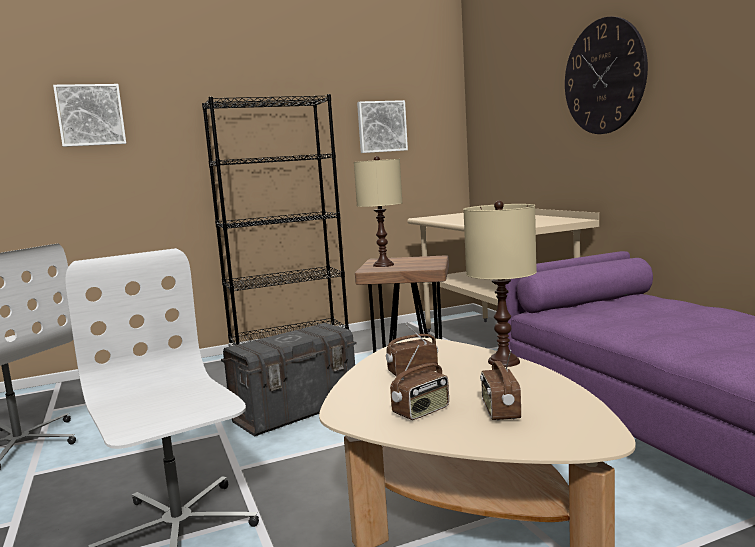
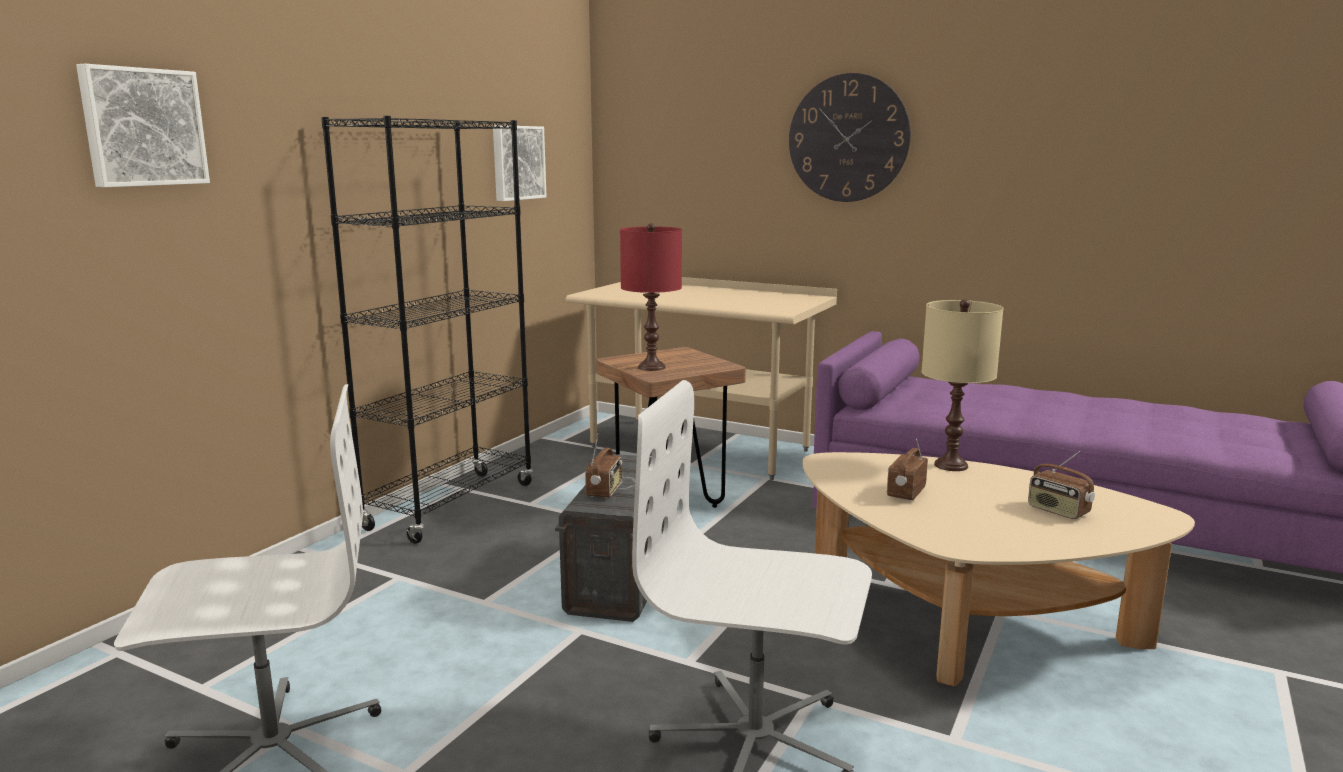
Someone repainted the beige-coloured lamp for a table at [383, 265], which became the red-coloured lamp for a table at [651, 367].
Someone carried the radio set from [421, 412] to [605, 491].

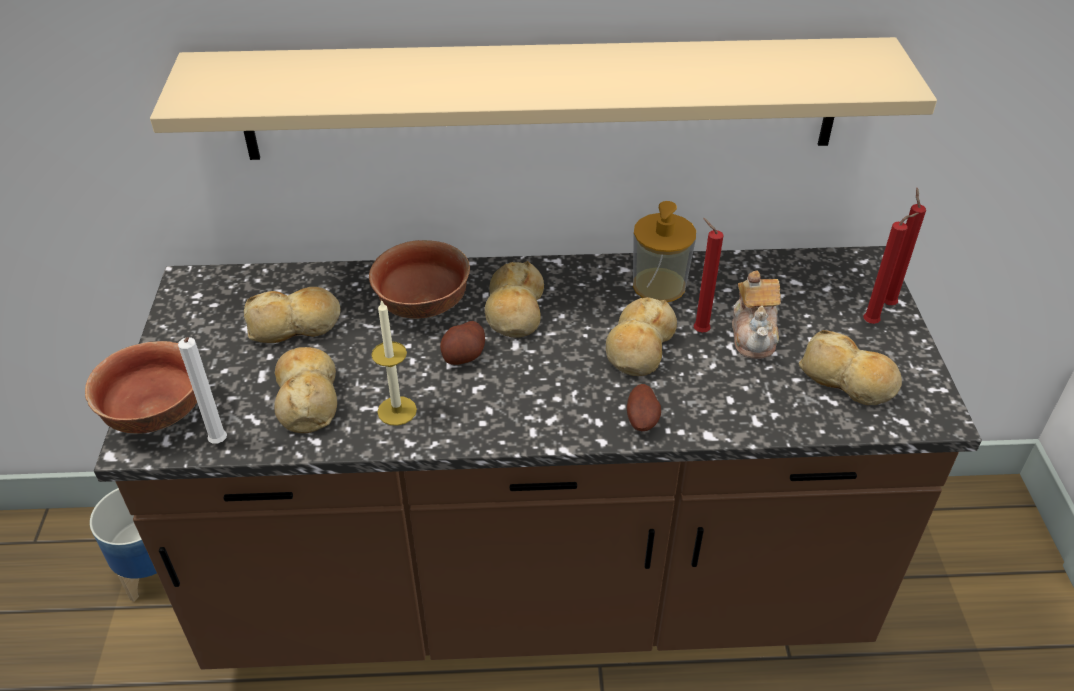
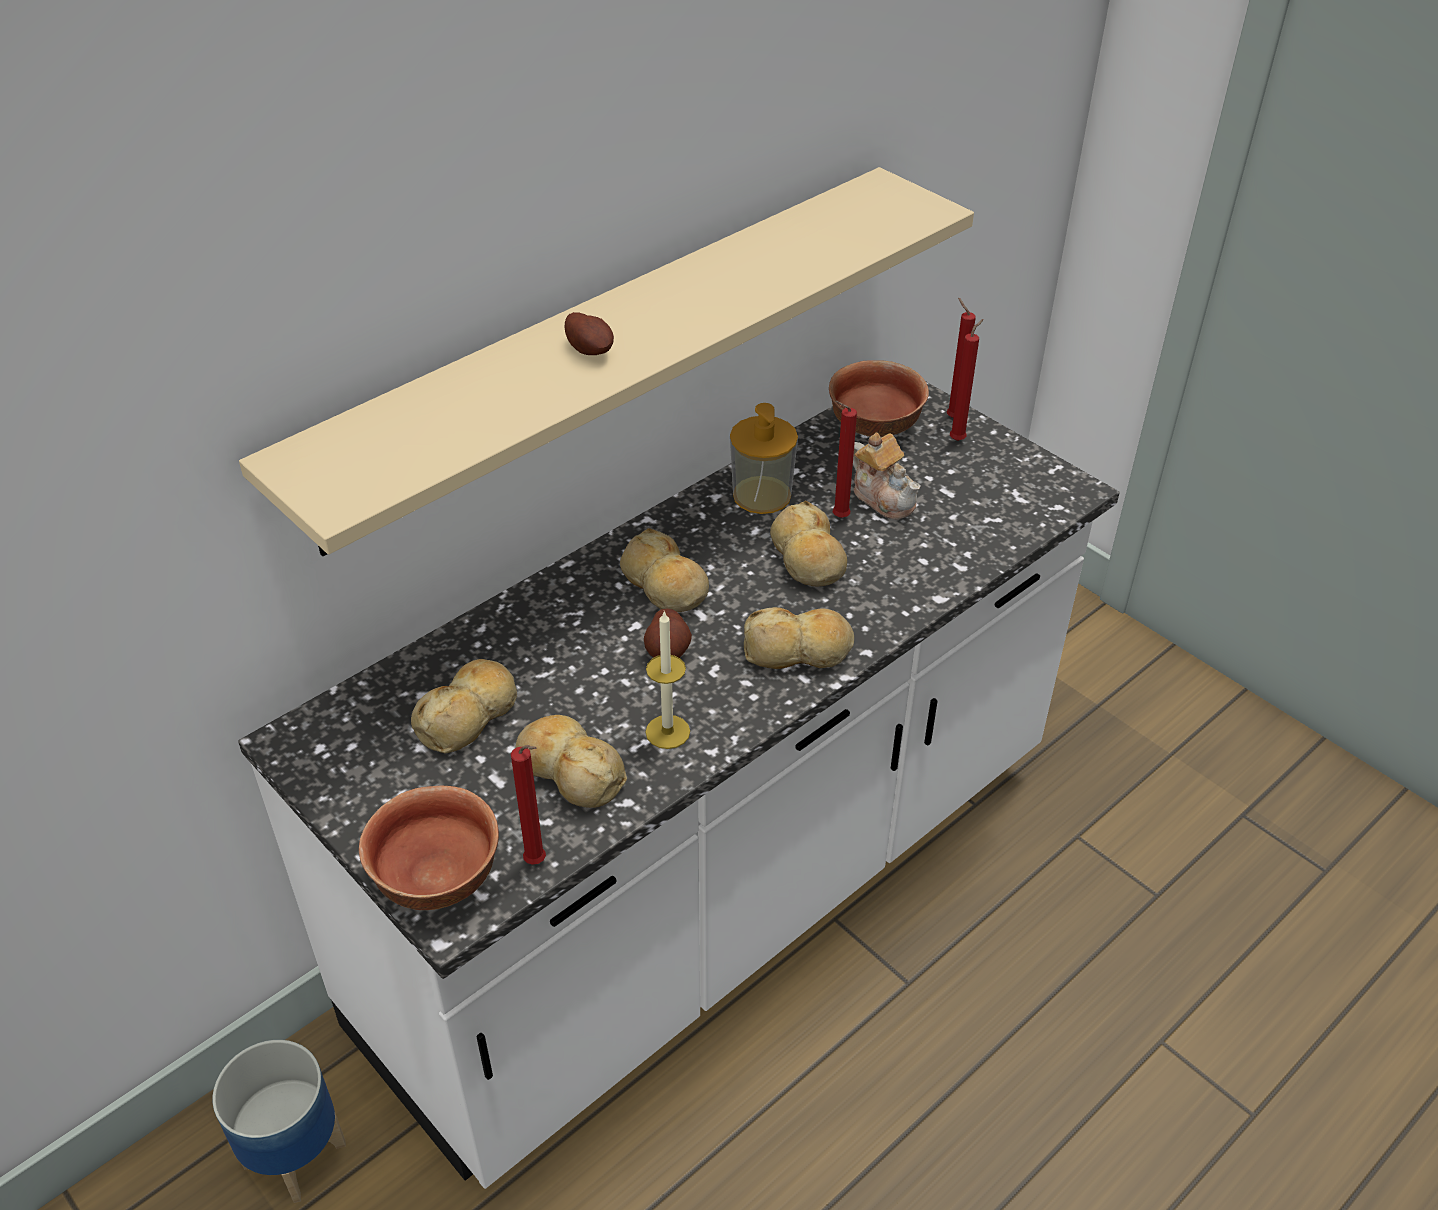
Someone carried the bowl from [424, 307] to [876, 428].
Someone repainted the brownish kitchen base unit at [537, 590], which became the whitish kitchen base unit at [717, 893].
Someone carried the bread from [848, 380] to [798, 651].
Someone repainted the whitish wax candle at [219, 444], which became the red-coloured wax candle at [538, 863].
Someone carried the potato from [642, 419] to [590, 349].

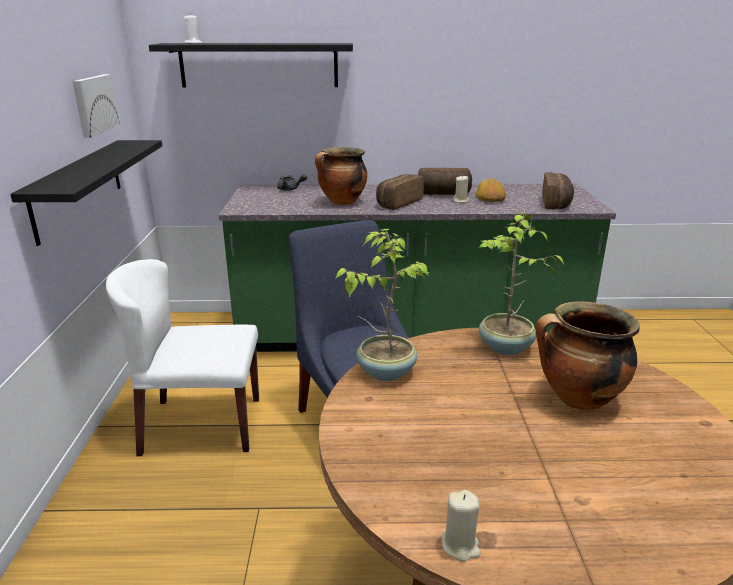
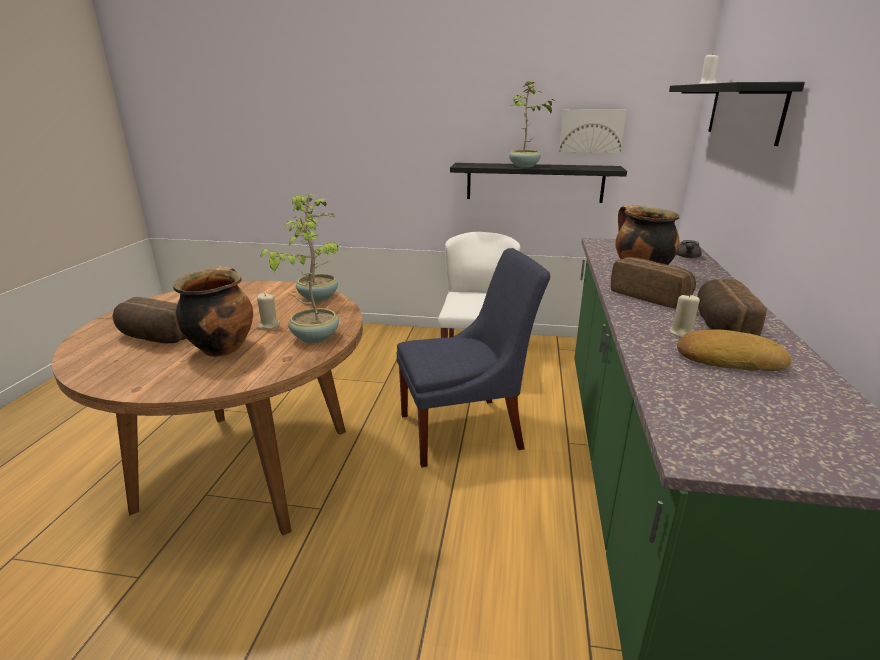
Someone carried the bread from [557, 203] to [153, 338].
Someone carried the beige-coloured wax candle from [460, 545] to [269, 325].
Someone put down the houseplant at [524, 166].

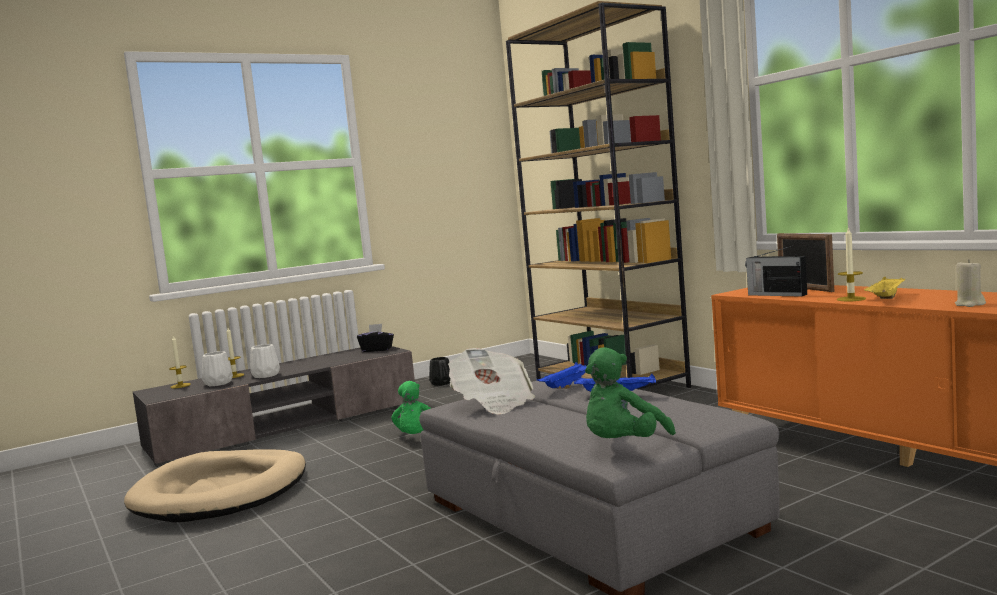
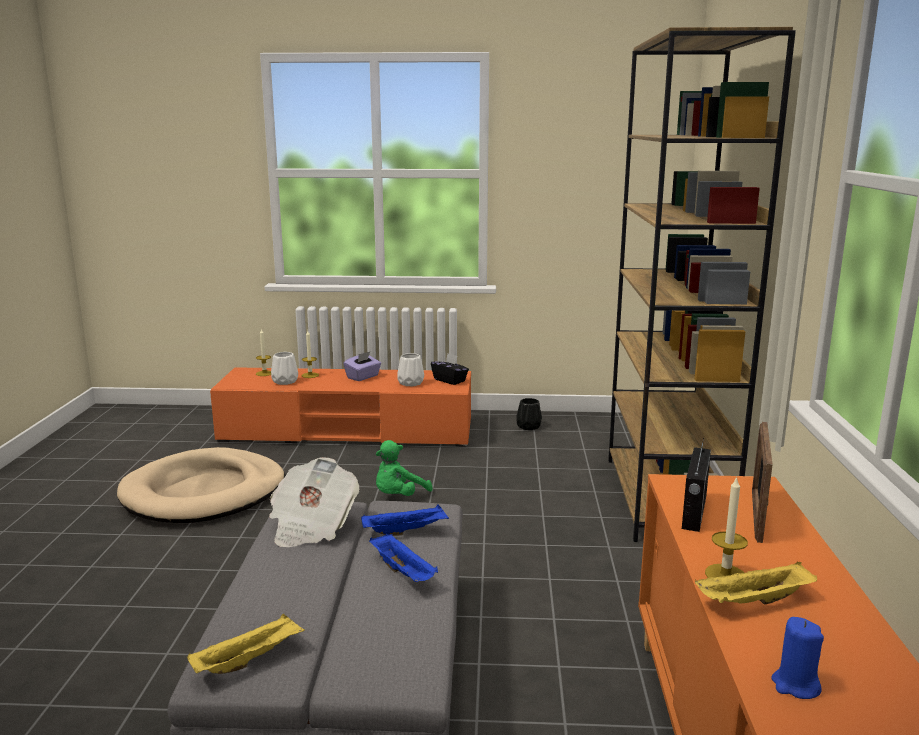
Someone rotated the radio set at [776, 294] by 150 degrees counterclockwise.
Someone repainted the beige-coloured wax candle at [969, 304], which became the blue wax candle at [795, 685].
Someone carried the whitish decorative vase from [265, 375] to [410, 383].
Someone repainted the gray tv stand at [285, 425], which became the orange tv stand at [347, 431].
Someone swapped the greenish cuddly toy at [623, 446] for the yellow-coloured serving tray at [249, 659].
Someone put down the purplish tissue box at [363, 377].

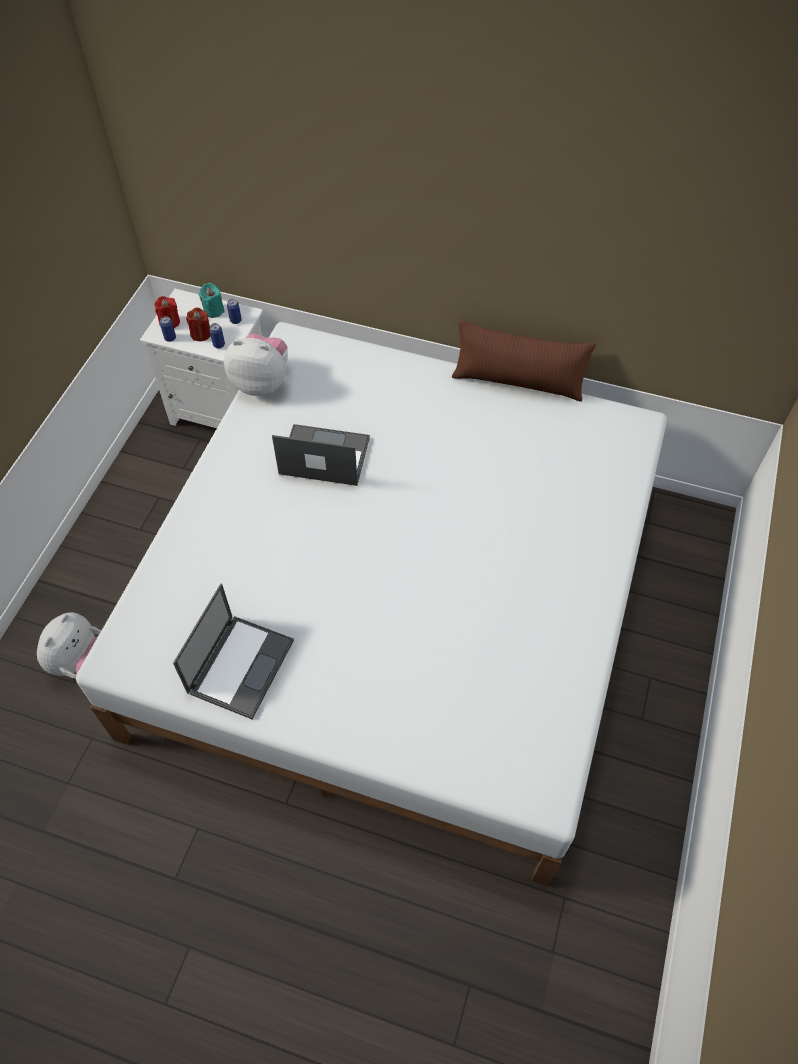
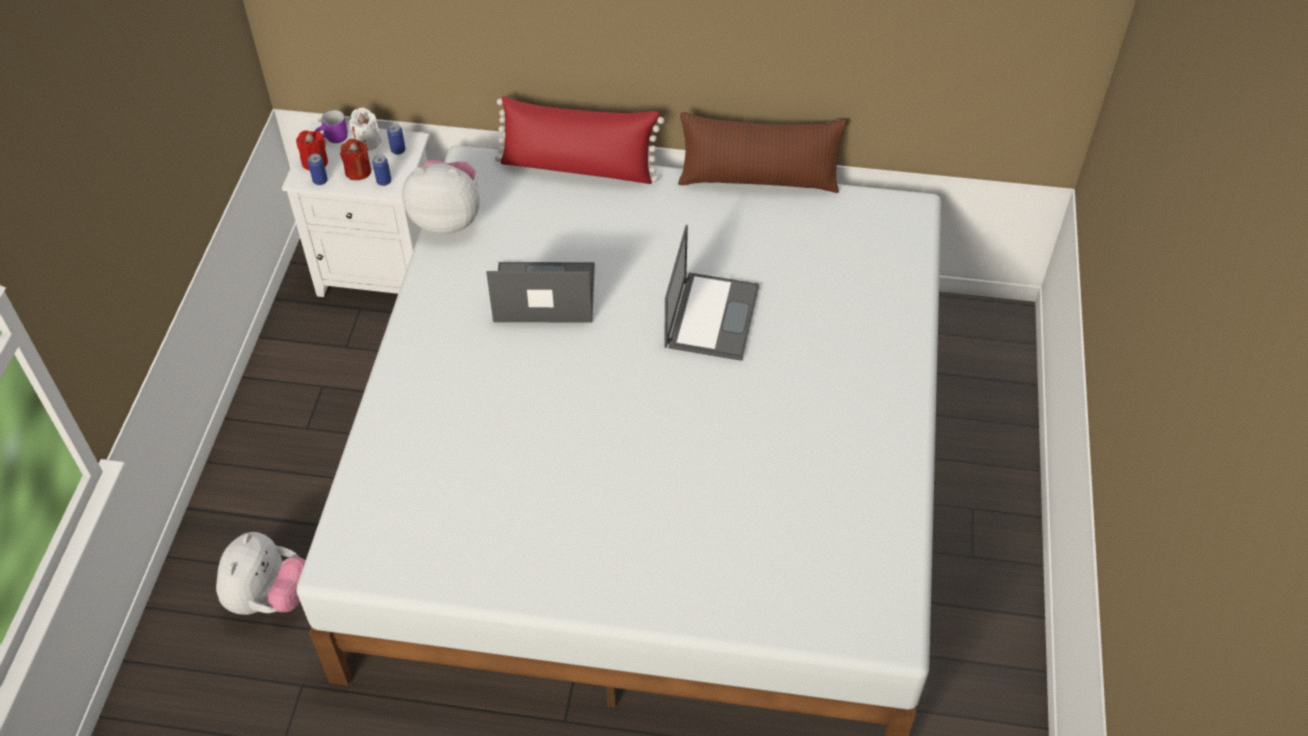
Someone repainted the turquoise-coloured wax candle at [213, 310], which became the whitish wax candle at [367, 142].
Someone carried the laptop from [241, 665] to [711, 315].
Someone put down the red-coloured throw pillow at [578, 167].
Someone put down the purplish mug at [334, 139].

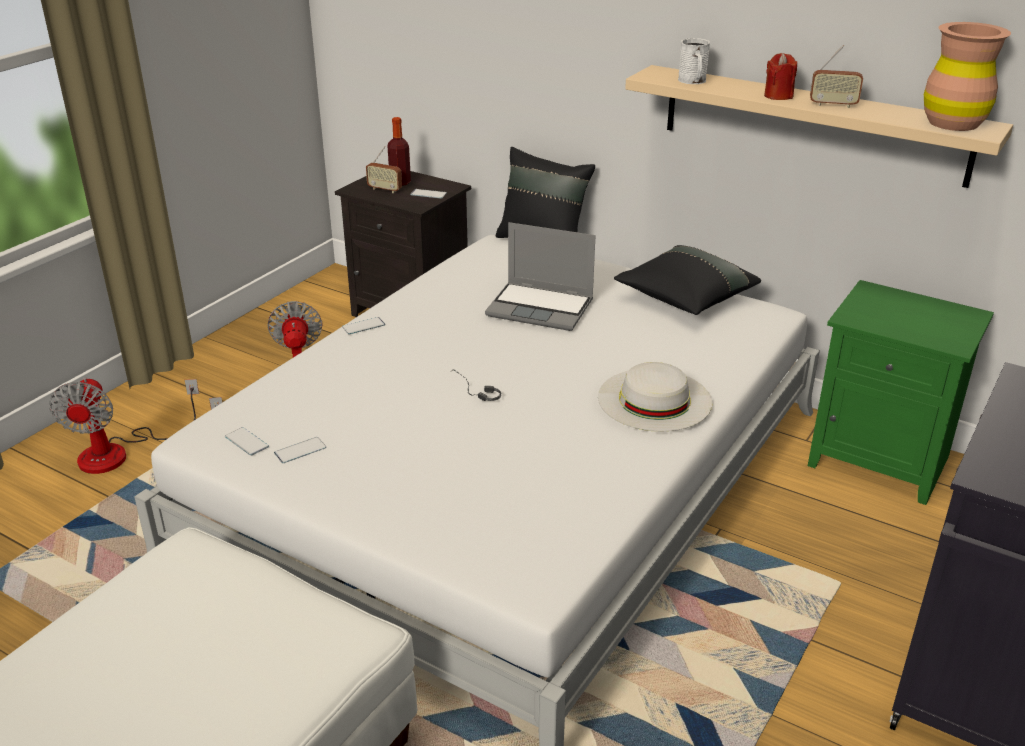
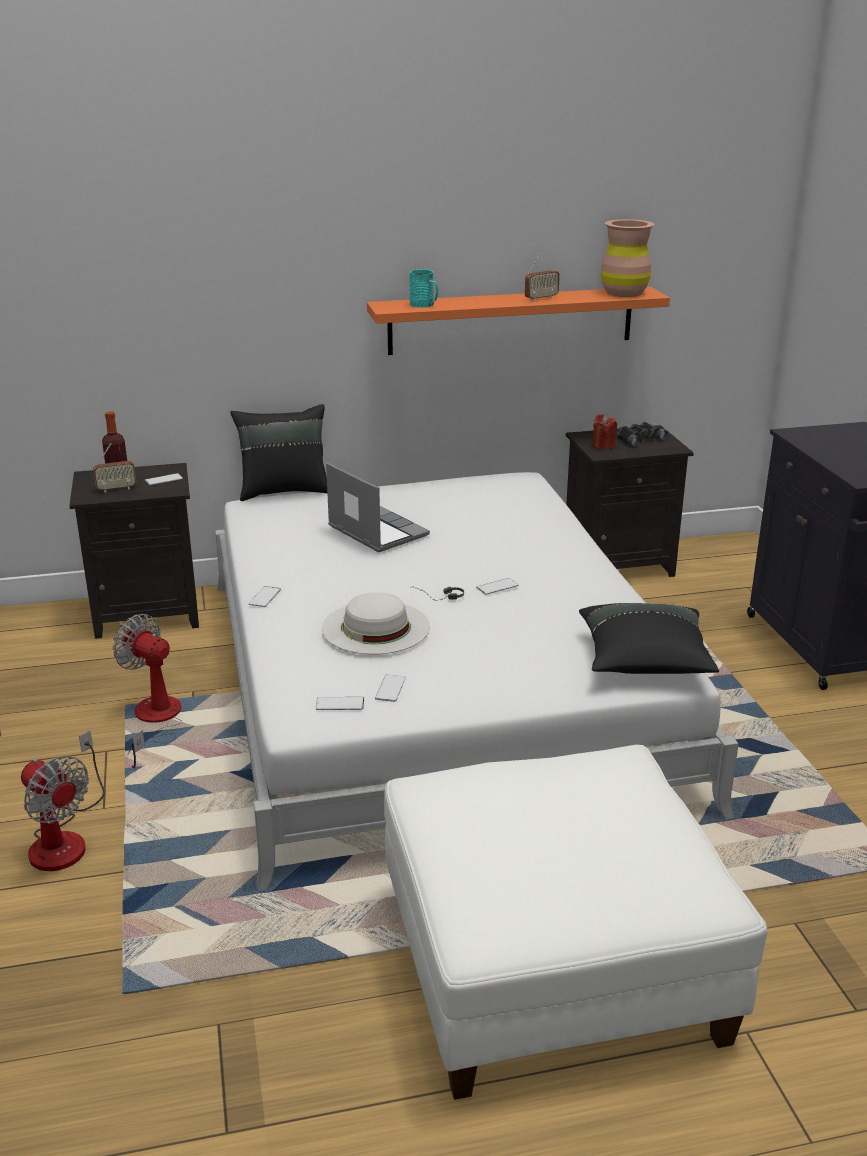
Someone repainted the whitish mug at [693, 81], which became the turquoise-coloured mug at [424, 305].
Someone carried the red-coloured wax candle from [778, 96] to [603, 445].
Someone repainted the beige-coloured wall shelf at [813, 124], which became the orange wall shelf at [511, 320].
Someone rotated the laptop at [541, 308] by 105 degrees counterclockwise.
Someone carried the black-coloured throw pillow from [684, 299] to [644, 662].
Someone repainted the greenish nightstand at [881, 460], which became the black-coloured nightstand at [619, 564].
Someone carried the whitish wearable hat from [654, 399] to [375, 627].
Someone put down the black-coloured binoculars at [638, 438].
Someone put down the phone at [497, 586].

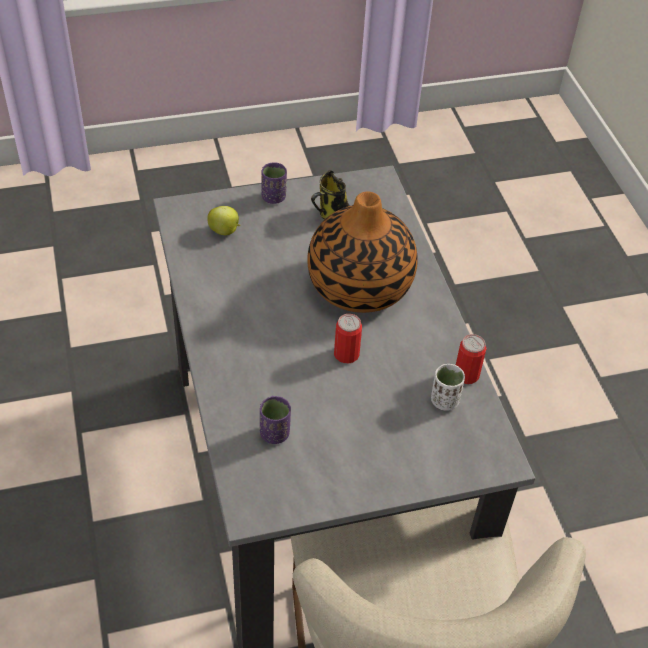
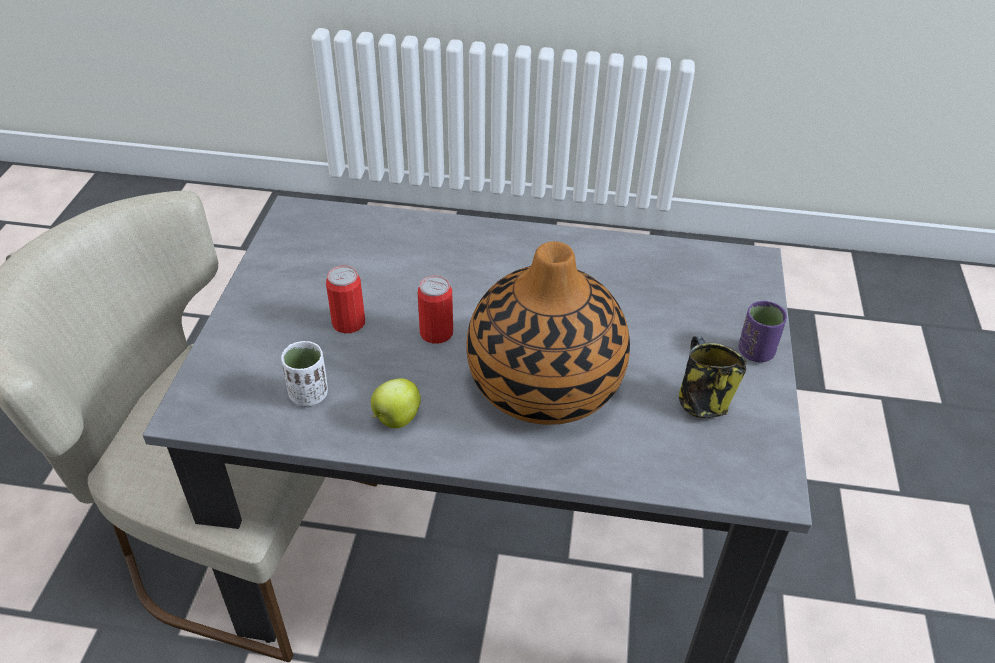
Someone carried the apple from [225, 231] to [396, 419].
Someone carried the sealed can from [466, 374] to [348, 323].
Someone took away the purplish cup at [274, 433].

